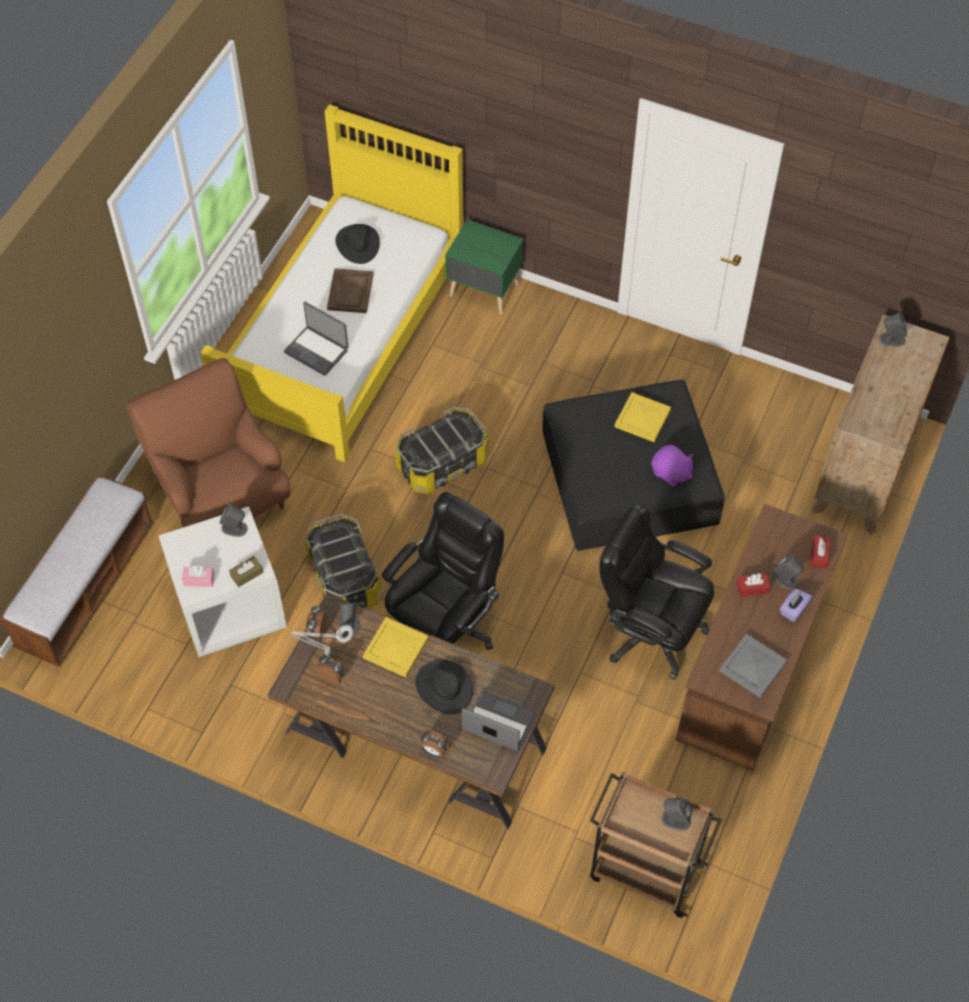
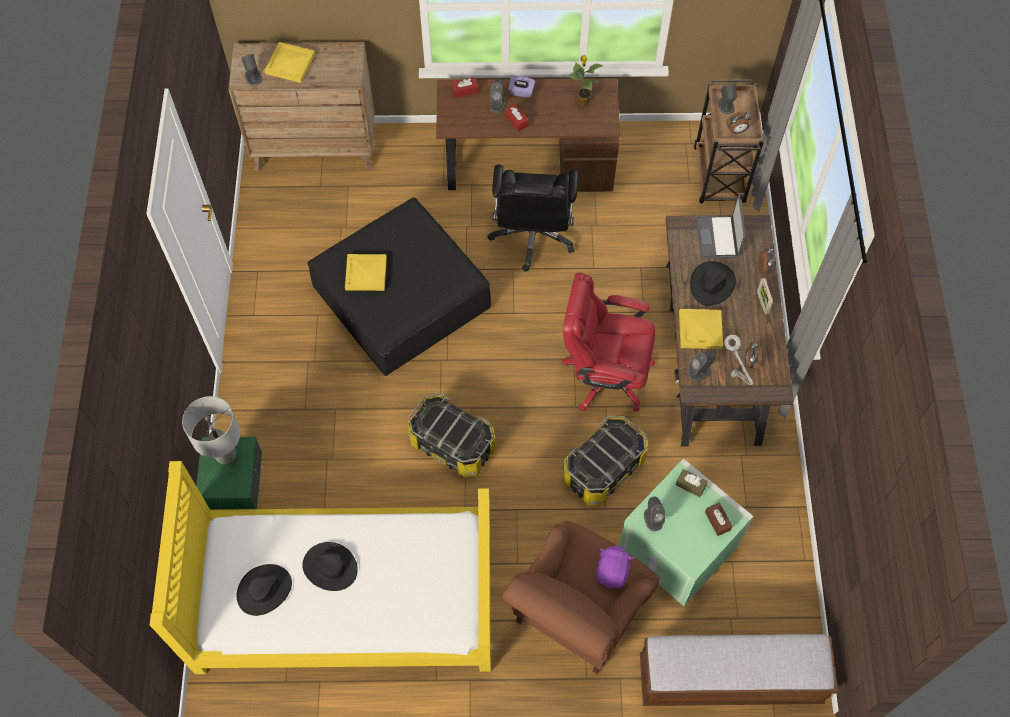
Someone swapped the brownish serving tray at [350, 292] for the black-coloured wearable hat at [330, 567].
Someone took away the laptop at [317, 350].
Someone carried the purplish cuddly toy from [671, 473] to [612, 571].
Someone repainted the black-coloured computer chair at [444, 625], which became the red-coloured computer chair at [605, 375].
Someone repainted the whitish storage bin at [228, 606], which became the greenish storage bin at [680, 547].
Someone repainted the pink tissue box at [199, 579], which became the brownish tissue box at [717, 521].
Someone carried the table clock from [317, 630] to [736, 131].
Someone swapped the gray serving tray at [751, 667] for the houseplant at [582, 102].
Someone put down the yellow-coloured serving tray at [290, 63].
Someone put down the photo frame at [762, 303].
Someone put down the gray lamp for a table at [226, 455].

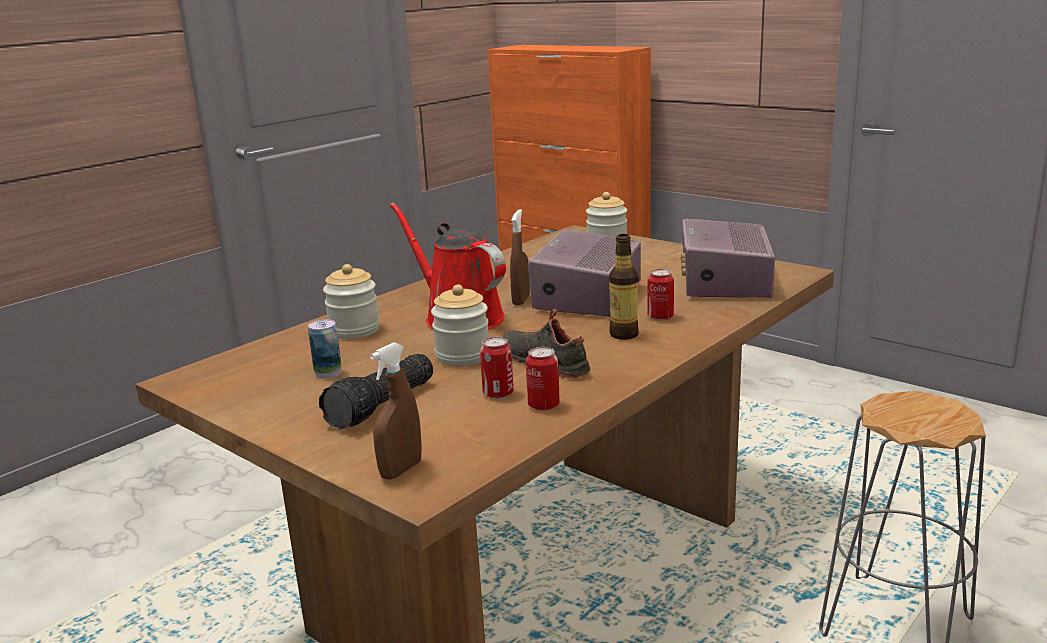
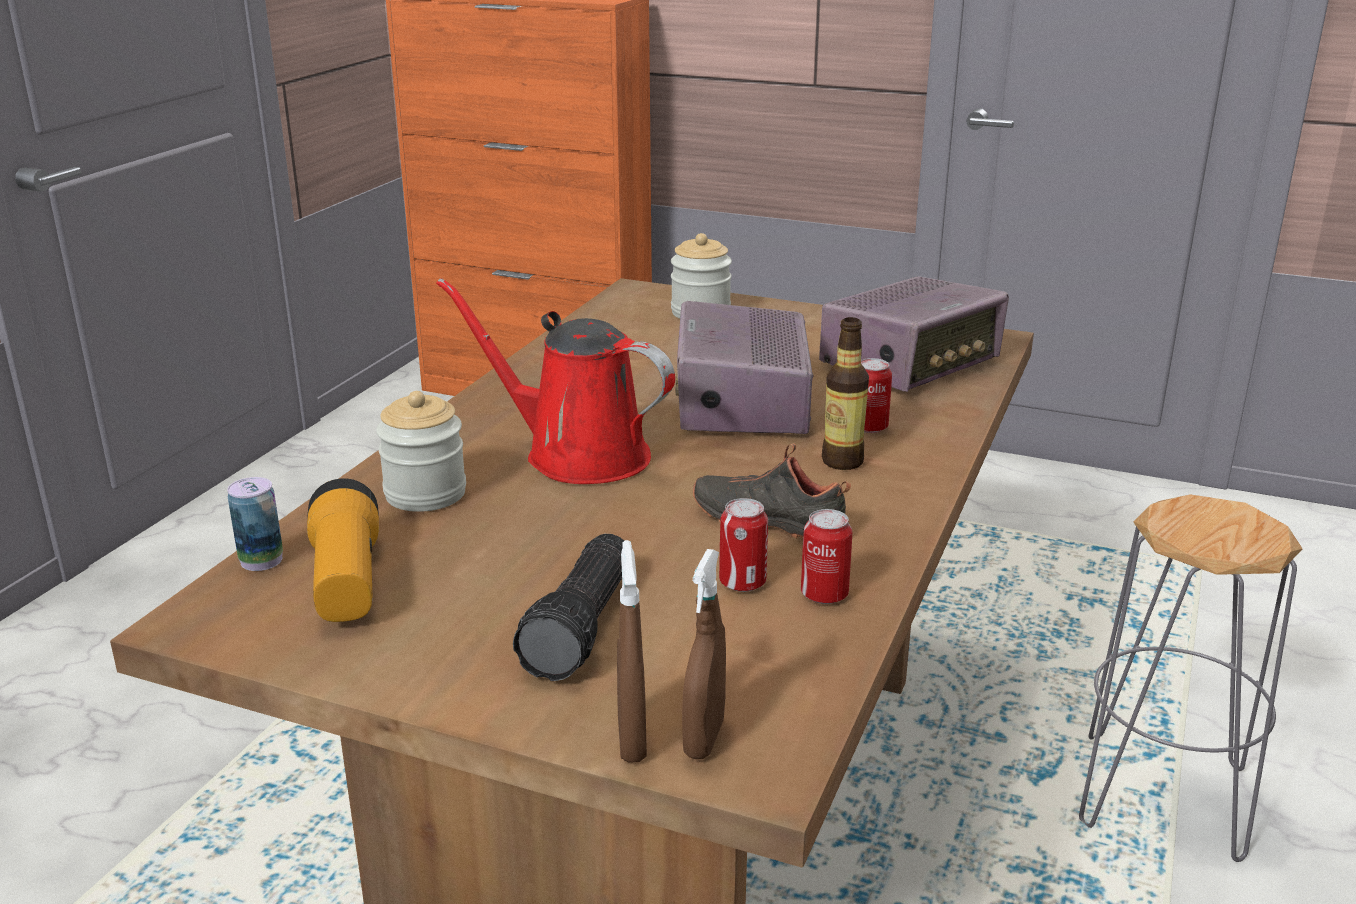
Someone carried the brownish sprayer from [521, 300] to [632, 740].
Someone rotated the radio set at [724, 283] by 120 degrees counterclockwise.
Someone took away the storage jar at [463, 356].
Someone carried the sealed can from [328, 373] to [261, 560].
Someone put down the torch at [347, 581].

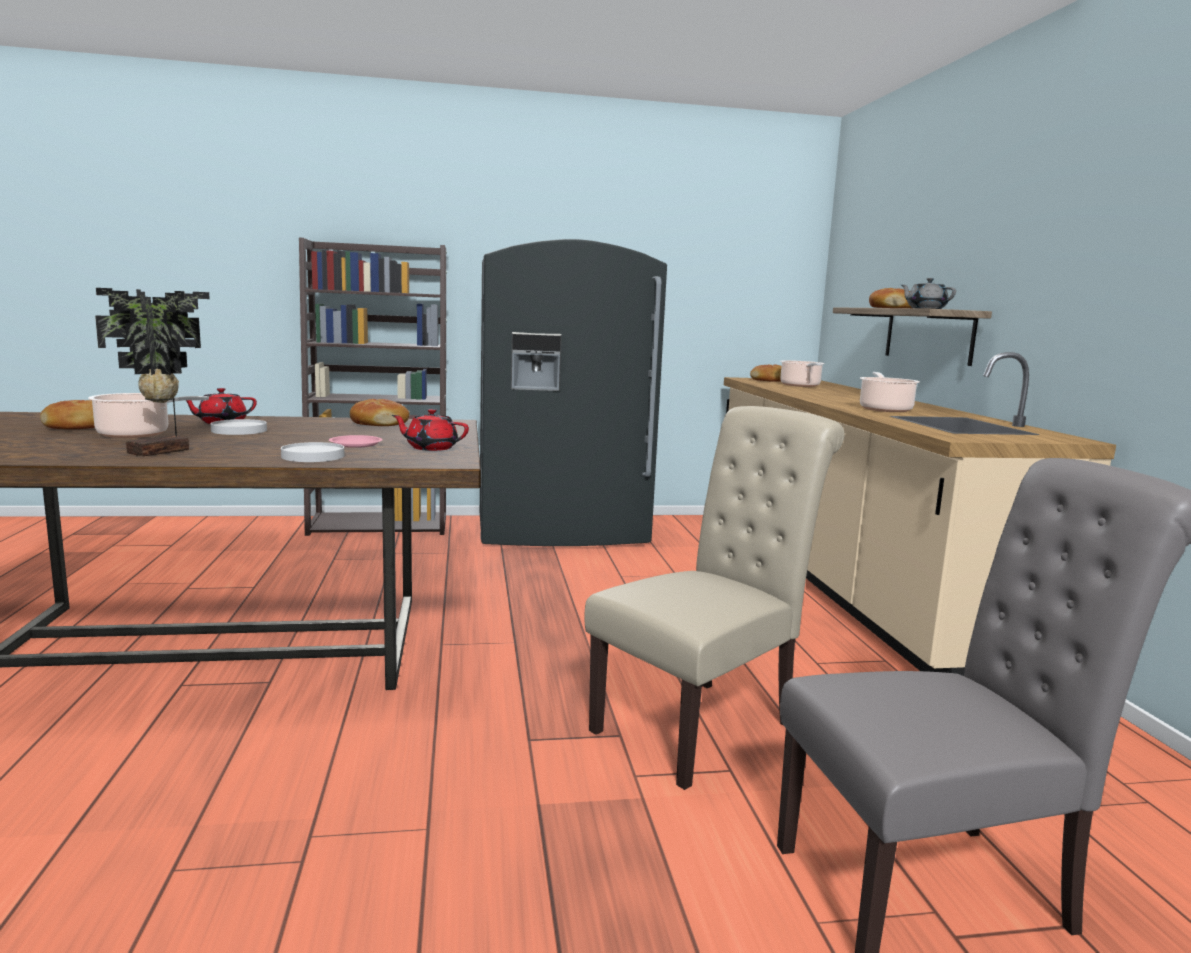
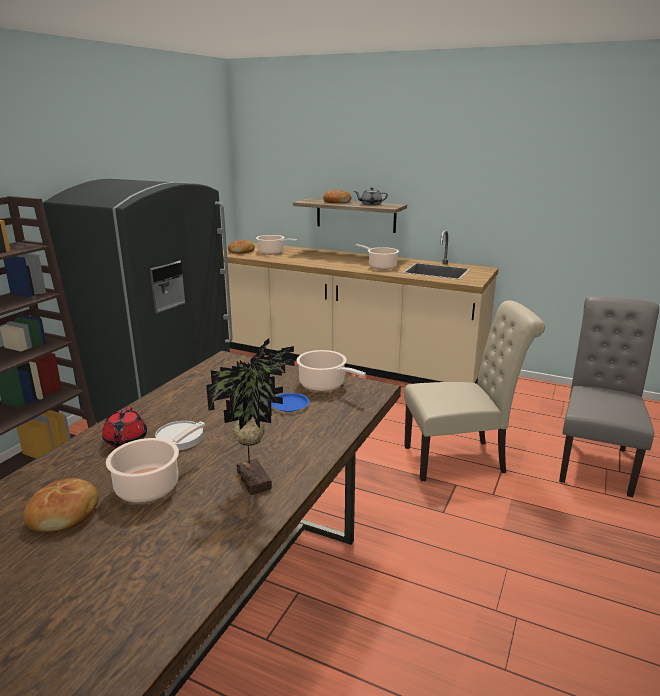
Someone took away the bread at [378, 423].
Someone rotated the beige-coloured plain chair at [703, 724] by 90 degrees clockwise.
Someone swapped the red-coloured tea pot at [431, 448] for the stockpot at [324, 385].
Someone repainted the pink plate at [355, 444], which became the blue plate at [290, 405].
Someone took away the whitish plate at [312, 456].

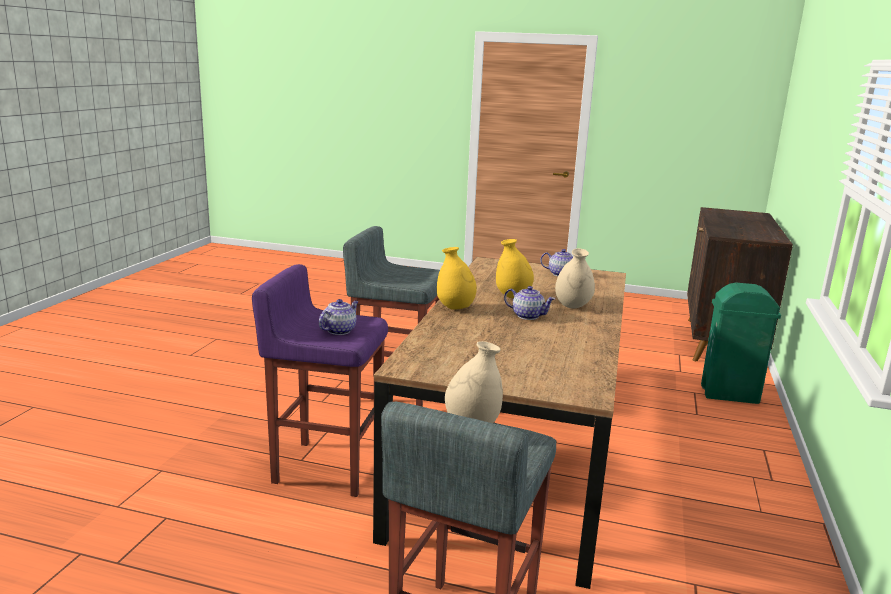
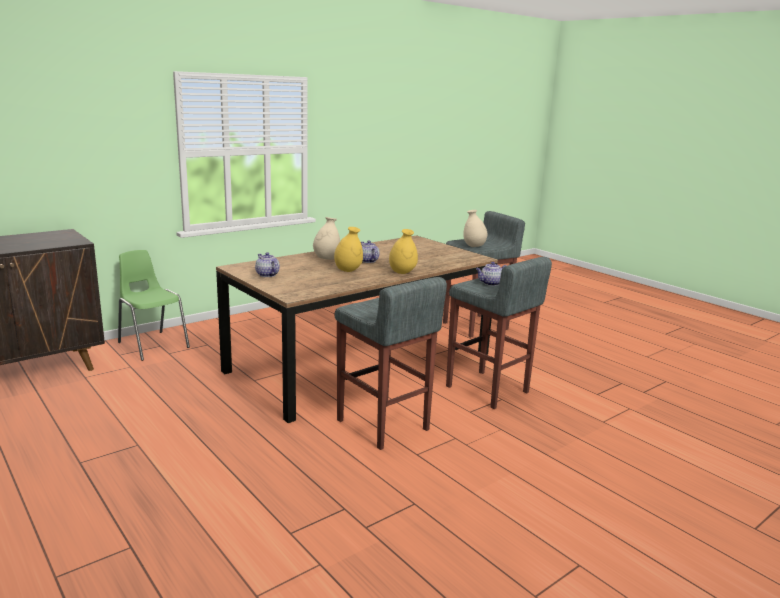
Someone repainted the purplish stool at [326, 467], which became the gray stool at [487, 390].
Someone swapped the greenish trash can at [730, 395] for the greenish plain chair at [153, 345].

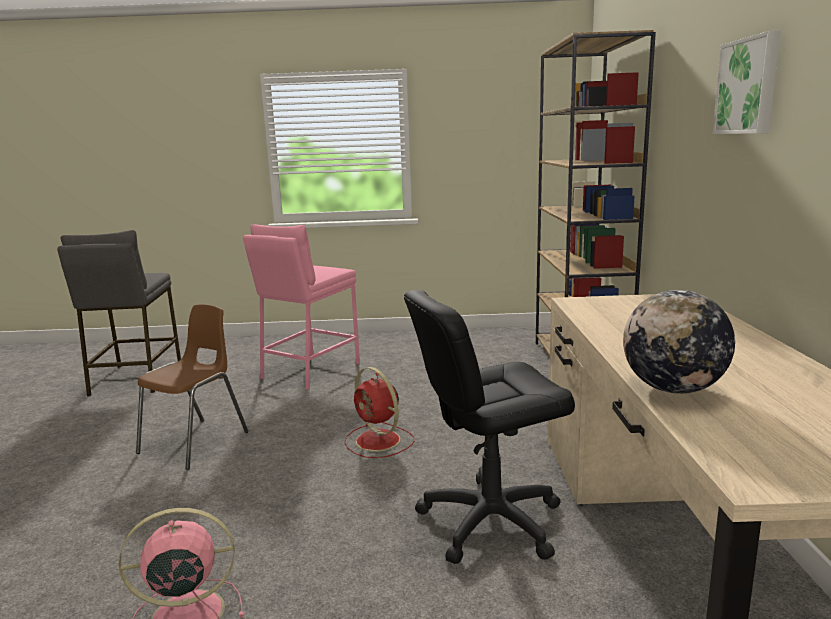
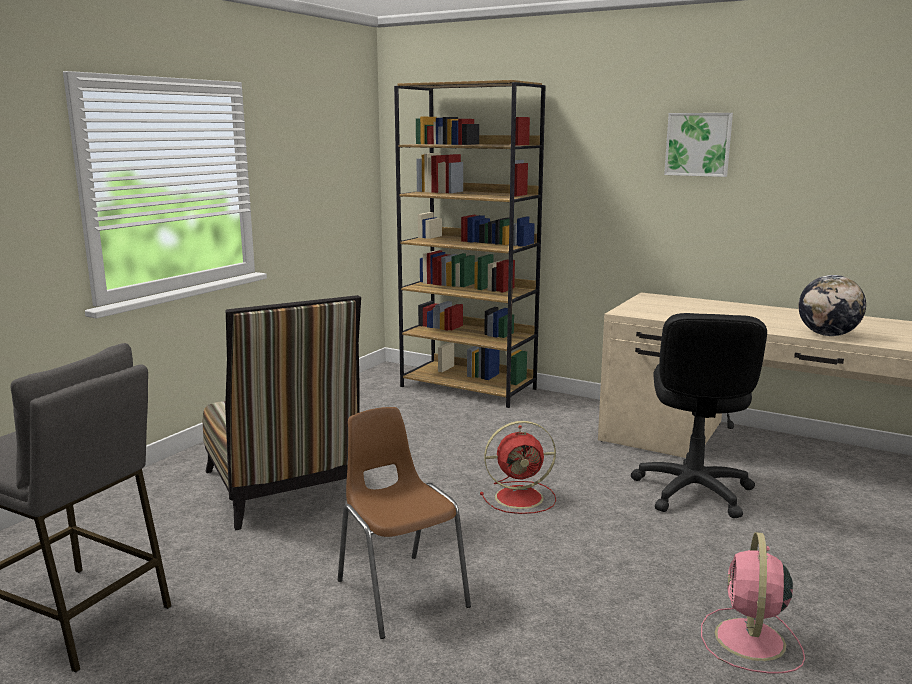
Someone swapped the pink stool at [309, 370] for the plain chair at [283, 490].

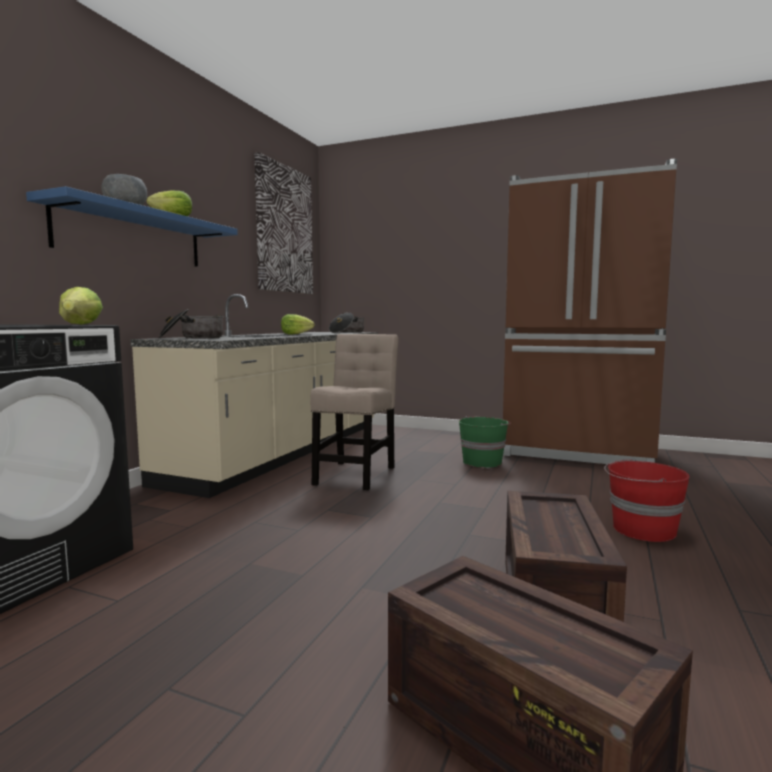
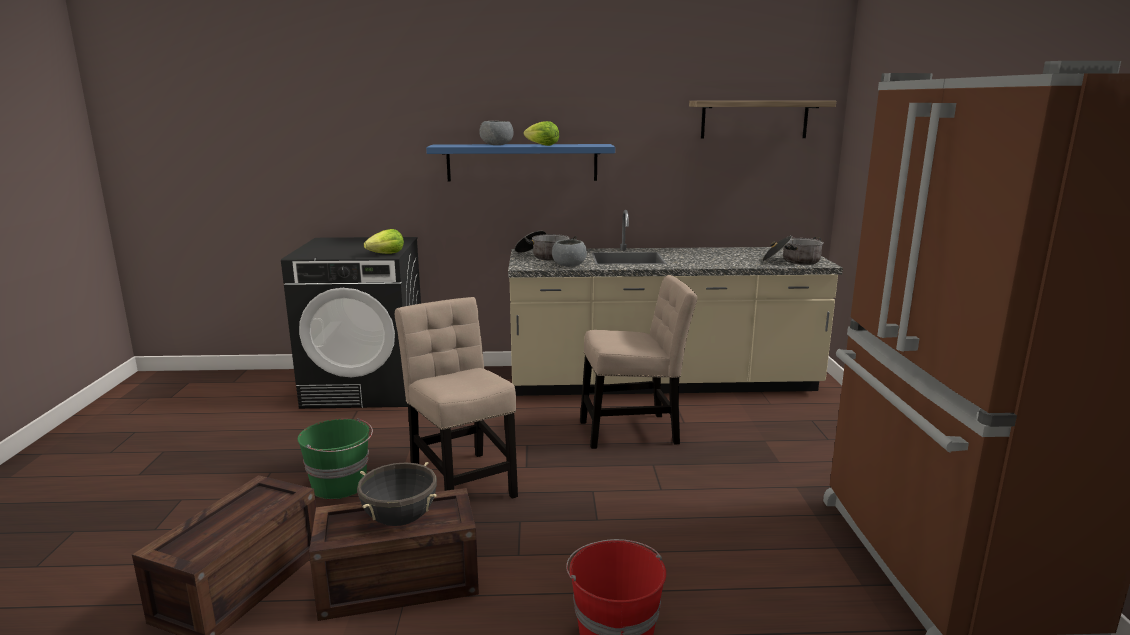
Someone swapped the wall picture at [284, 230] for the wall shelf at [754, 119].
Someone took away the lettuce at [295, 334].
Someone carried the greenish bucket from [482, 462] to [340, 485].
Someone put down the gray bowl at [569, 265].
Someone put down the beige-coloured plain chair at [461, 480].
Someone put down the black-coloured stockpot at [400, 519].

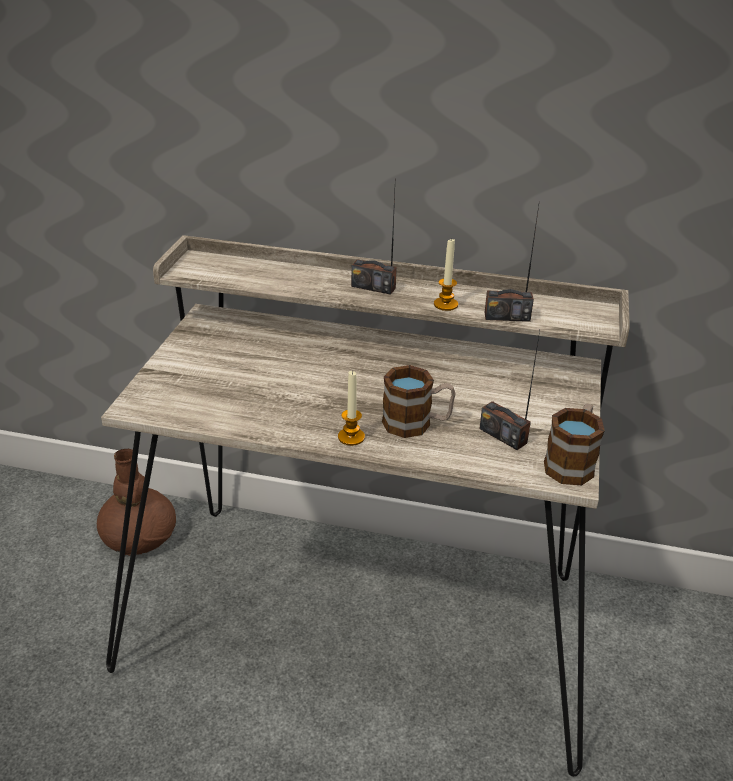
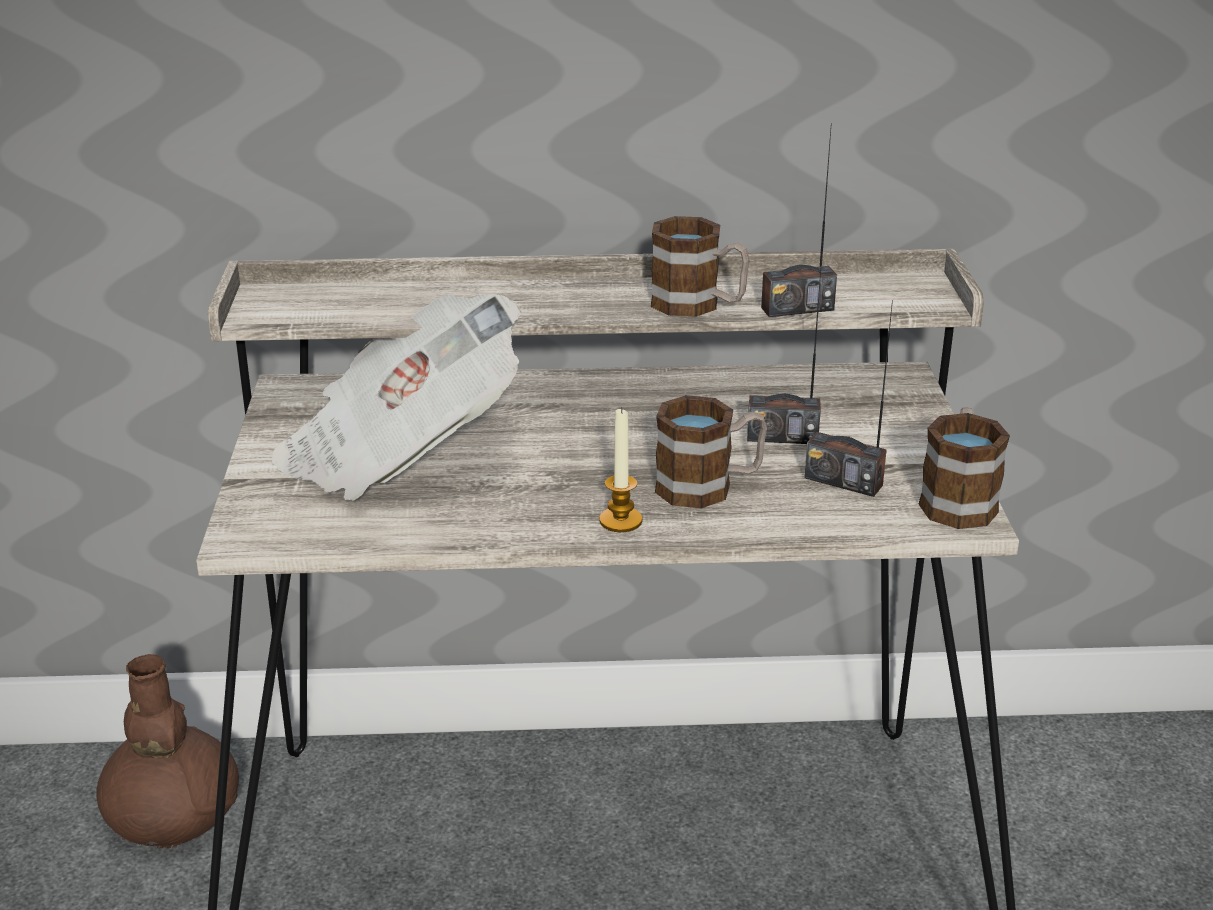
Someone carried the radio set from [373, 287] to [782, 436].
Someone swapped the wax candle at [445, 304] for the mug at [698, 305].
Someone put down the daily paper at [400, 453].

